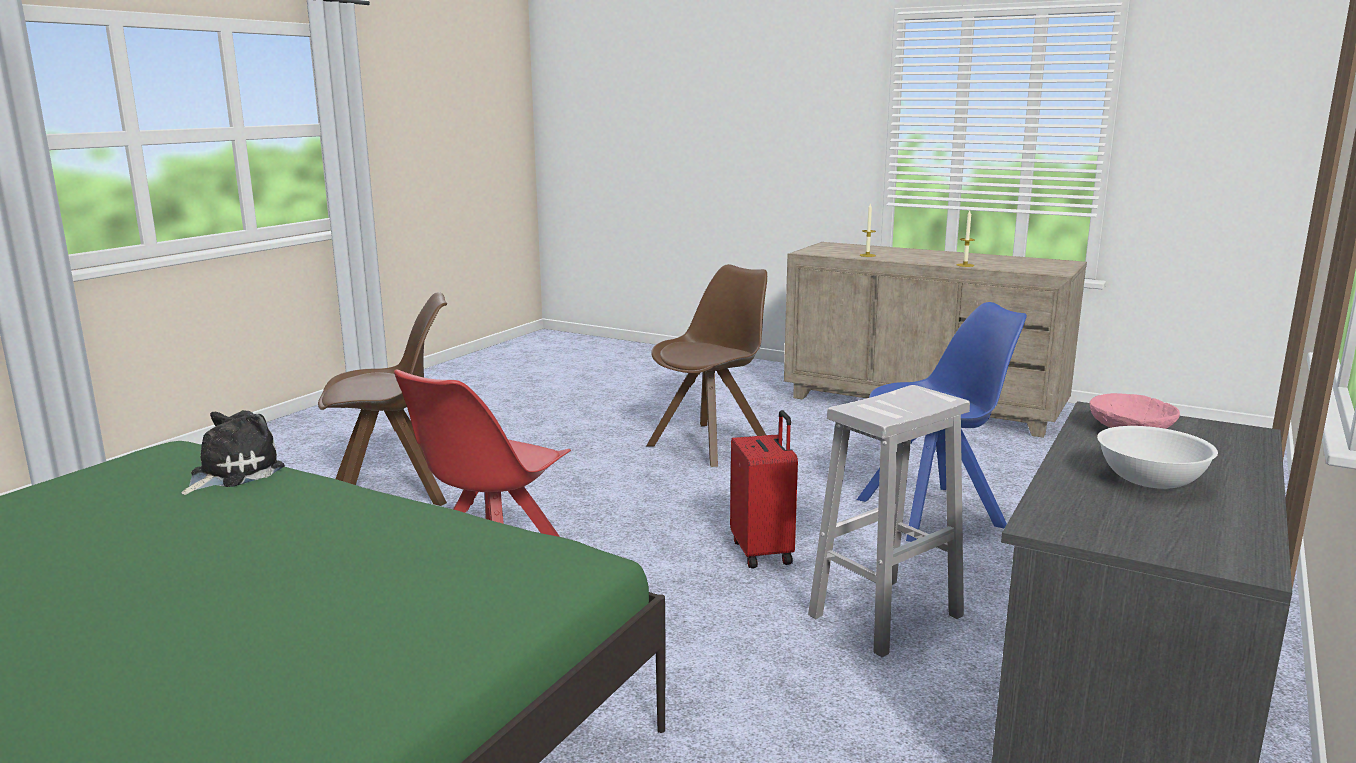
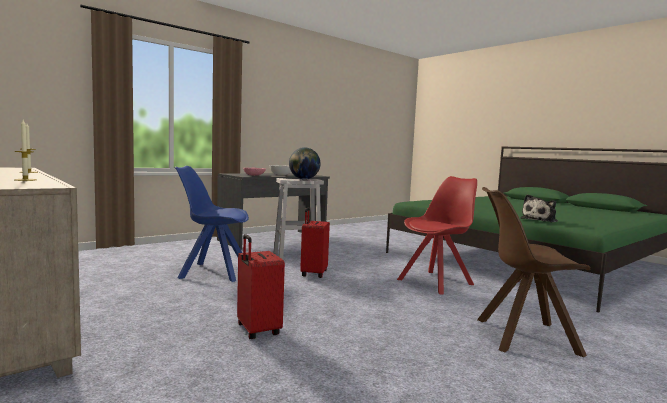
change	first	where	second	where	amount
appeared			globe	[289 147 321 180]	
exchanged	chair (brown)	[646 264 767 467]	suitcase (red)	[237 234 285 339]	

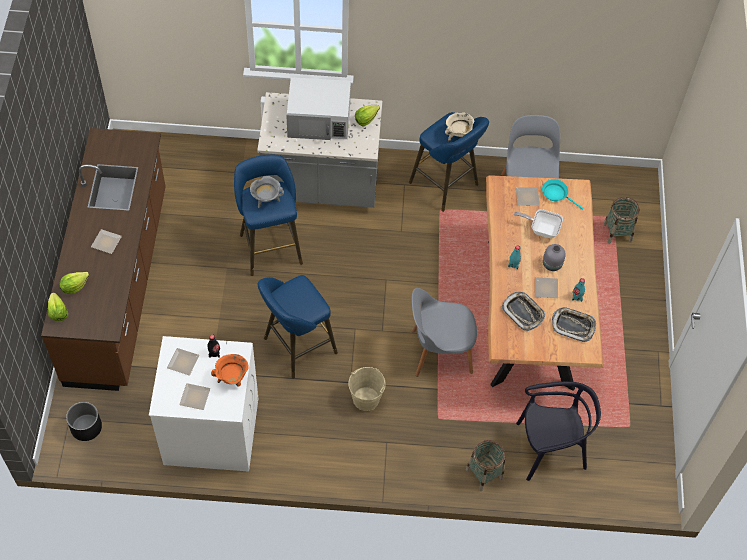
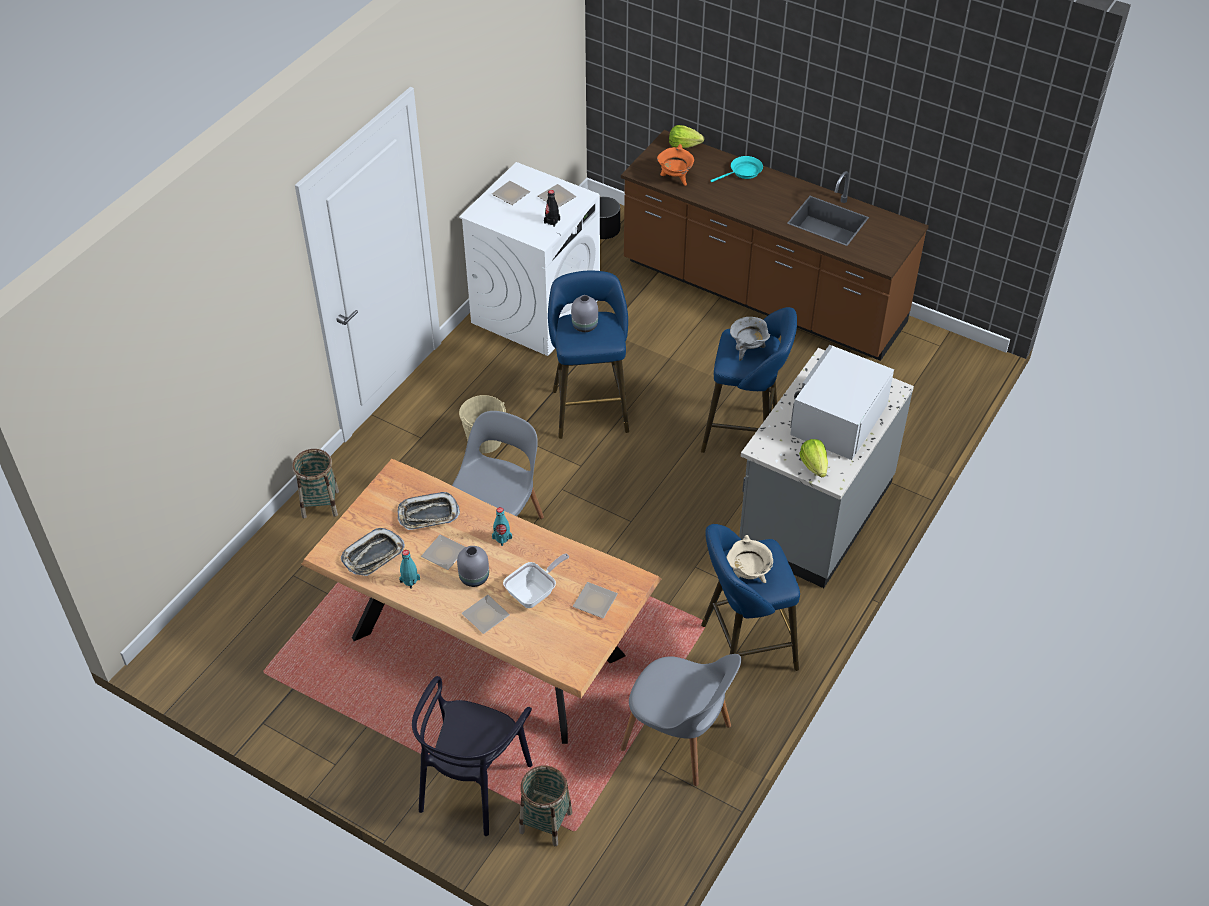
change	first	where	second	where	amount
missing	lettuce	[60 272 89 294]			
appeared			vase (grey)	[571 295 598 332]	
relocated	plate	[91 229 122 254]		[462 595 510 634]	
relocated	cooking pot (orange)	[211 354 249 387]		[657 144 694 186]	
relocated	chair (black)	[516 382 601 481]		[412 676 532 836]	
relocated	frying pan (turquoise)	[542 179 584 210]		[710 156 763 182]	

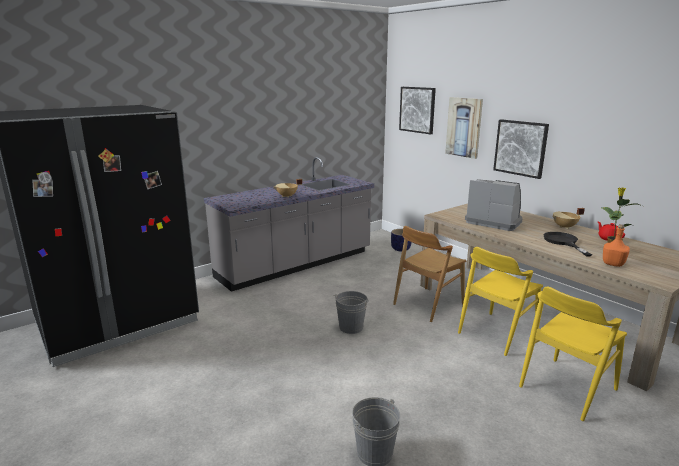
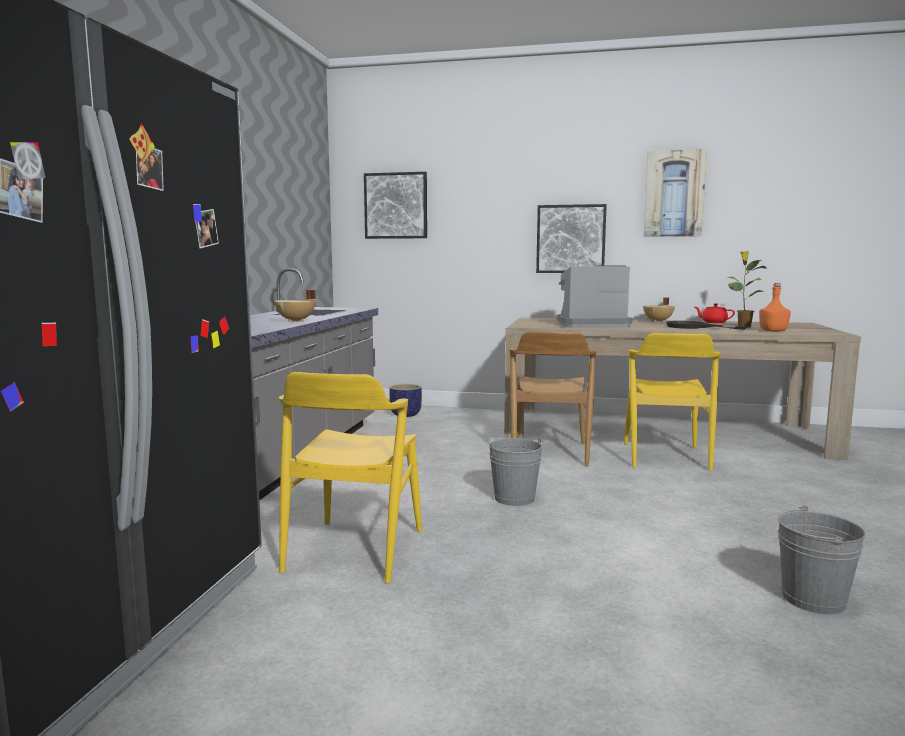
change	first	where	second	where	amount
relocated	picture	[445 97 483 159]		[644 149 707 237]	
relocated	chair (yellow)	[519 287 627 421]		[279 372 422 584]	

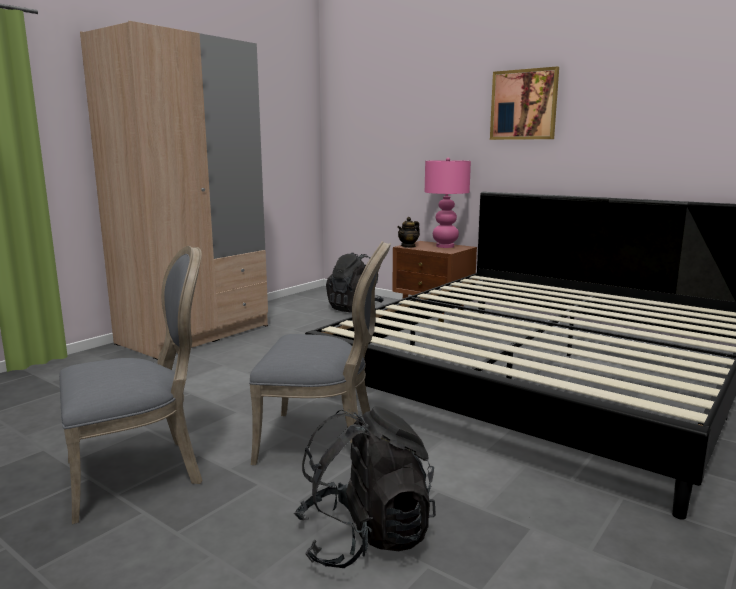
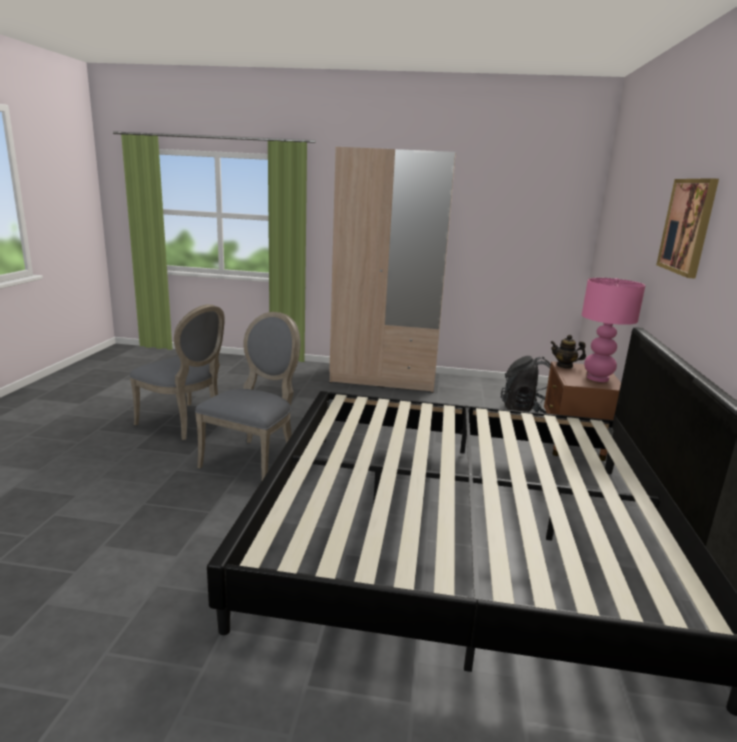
change	first	where	second	where	amount
missing	backpack (black)	[294 406 436 568]			
spun	chair (grey)	[249 241 391 465]		[195 312 301 480]	135 degrees counterclockwise

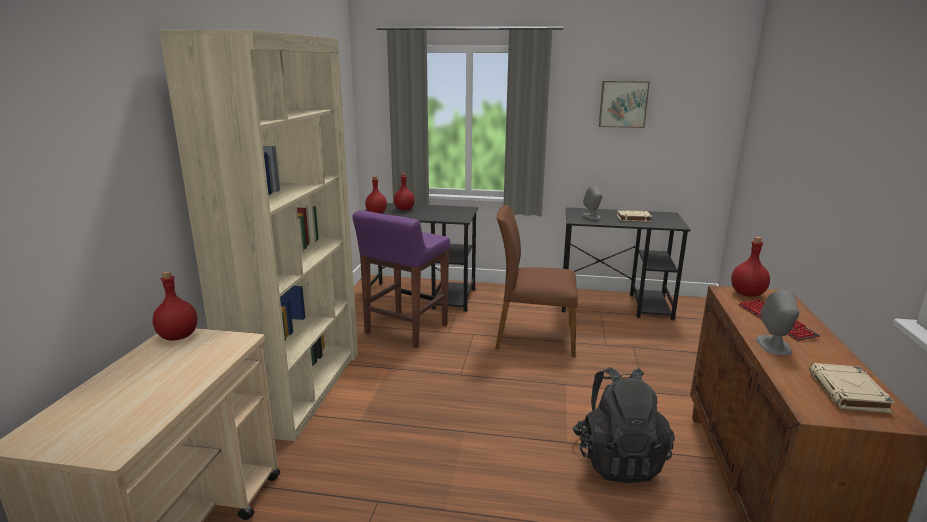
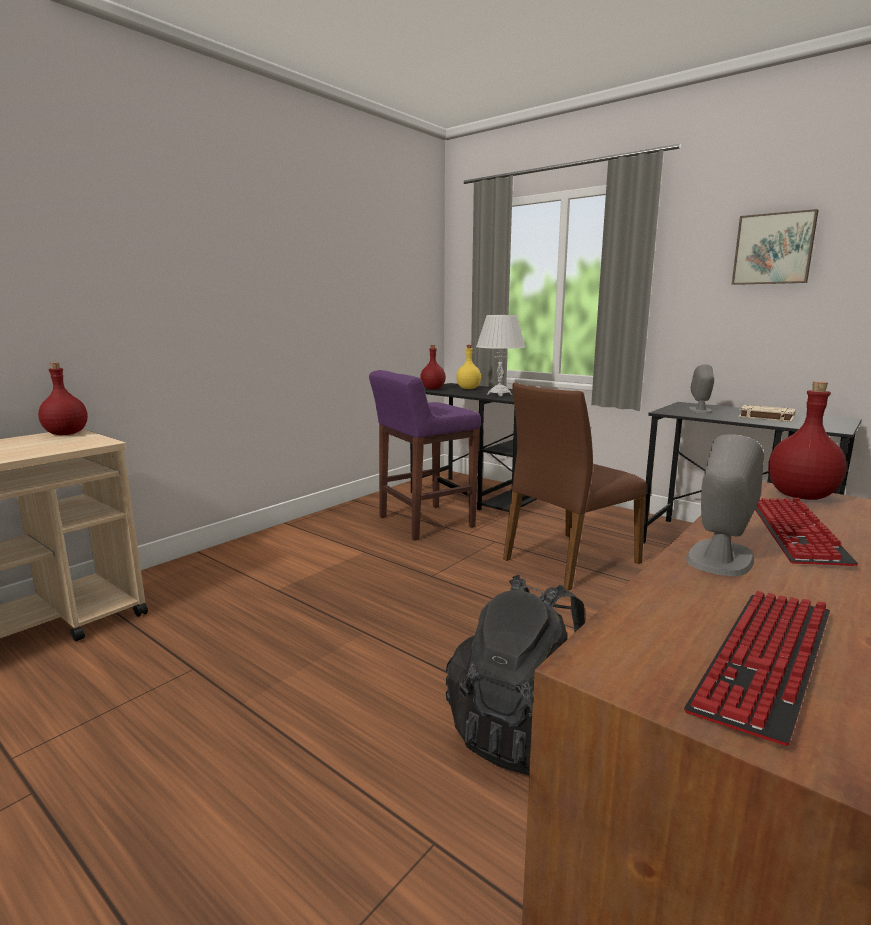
change	first	where	second	where	amount
missing	bookcase (beige)	[159 30 358 441]			
appeared			table lamp (white)	[476 315 525 396]	
exchanged	book (beige)	[809 363 895 413]	keyboard	[684 591 830 746]	
colour	bottle (red)	[394 173 415 210]	bottle (yellow)	[456 345 481 389]	
spun	chair (brown)	[495 205 578 357]		[503 382 647 591]	75 degrees counterclockwise

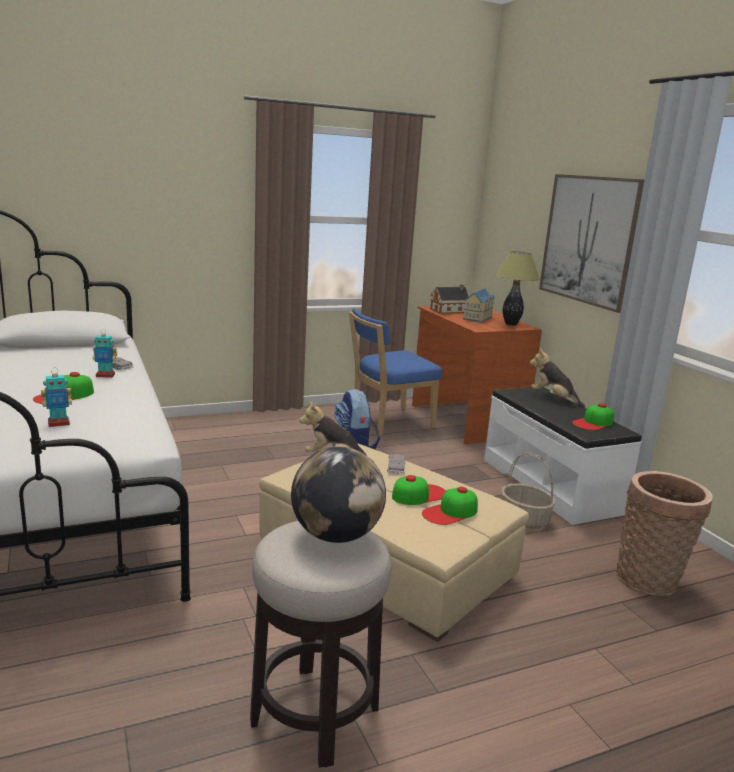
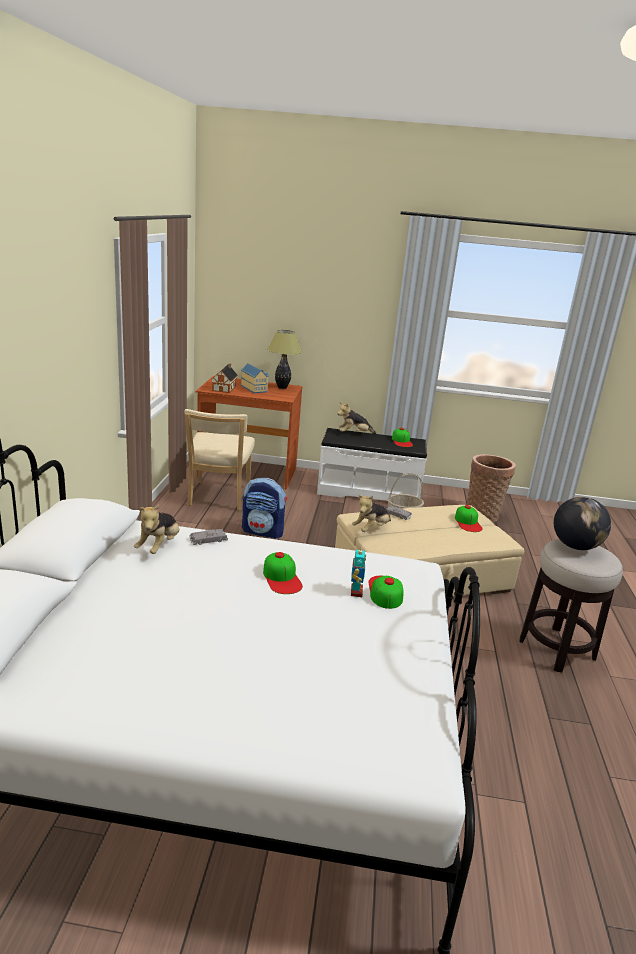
change	first	where	second	where	amount
missing	toy robot	[92 329 117 378]			
missing	picture	[539 174 644 313]			
appeared			plush toy	[134 504 179 554]	
relocated	cap	[392 475 446 505]		[369 576 404 609]	
colour	chair (blue)	[349 308 442 436]	chair (beige)	[184 409 255 510]	

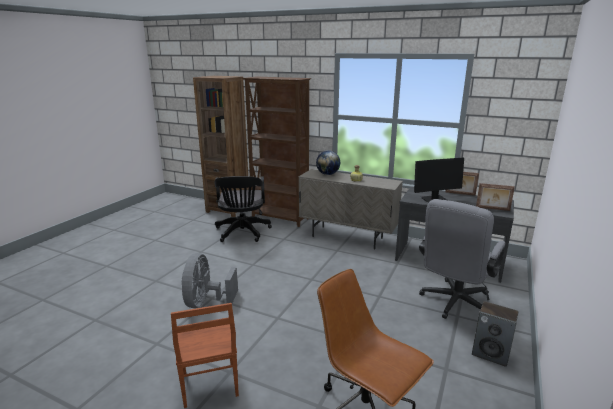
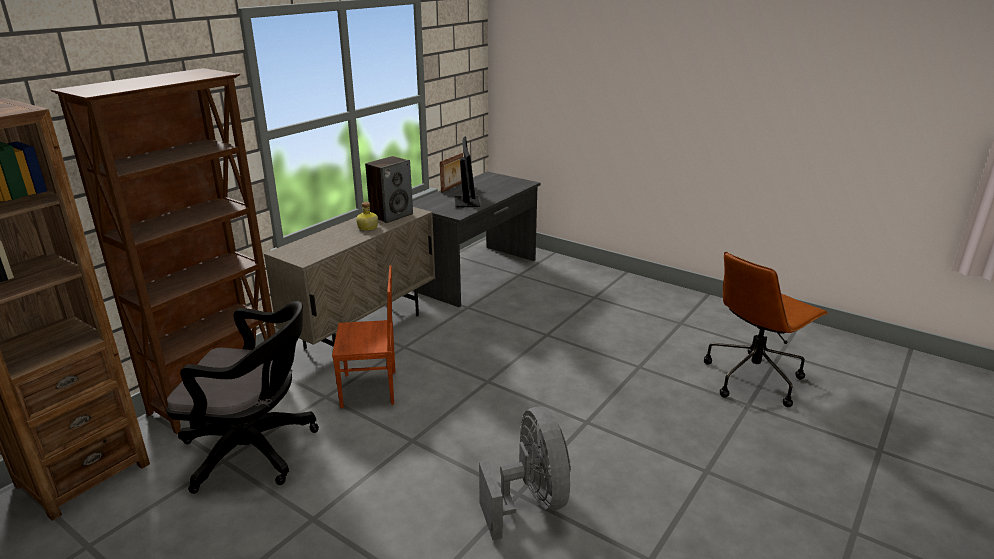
change	first	where	second	where	amount
missing	globe	[316 151 340 175]			
missing	office chair (grey)	[419 199 505 319]			
missing	picture frame	[476 183 515 211]			
relocated	chair (brown)	[171 303 239 408]		[332 265 396 408]	
relocated	speaker	[472 301 519 367]		[365 156 413 223]	
spun	fan (grey)	[182 253 238 308]		[479 407 571 540]	120 degrees counterclockwise

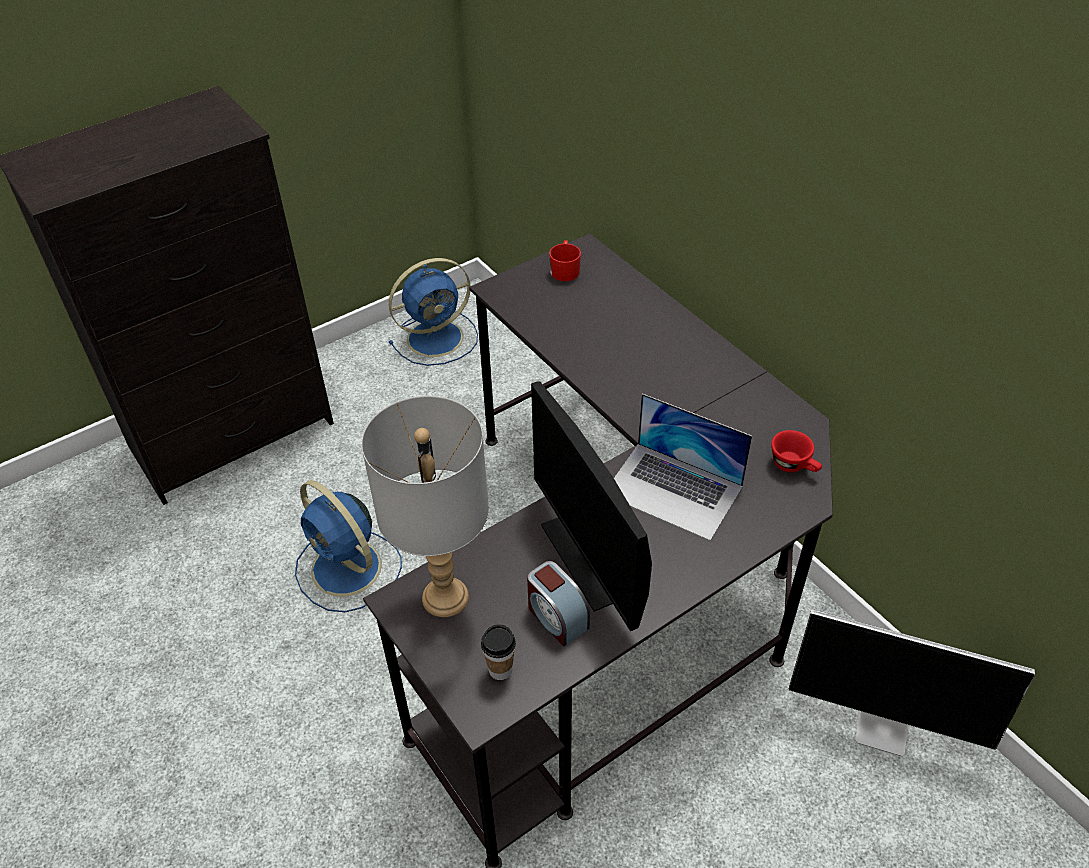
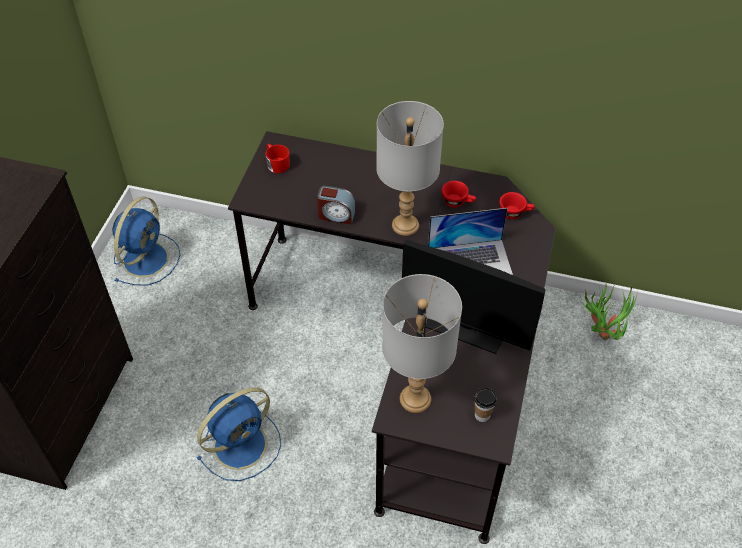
change	first	where	second	where	amount
appeared			table lamp (grey)	[376 101 444 236]	
appeared			cup (red)	[442 181 476 207]	
relocated	alarm clock	[527 561 590 647]		[317 185 355 224]	
exchanged	monitor	[789 609 1035 757]	potted plant	[580 284 638 340]	
spun	fan (blue)	[295 480 402 612]		[196 387 281 481]	45 degrees counterclockwise

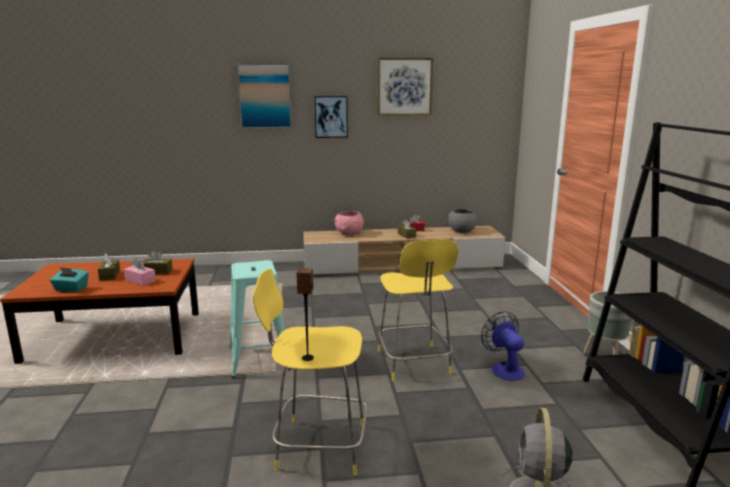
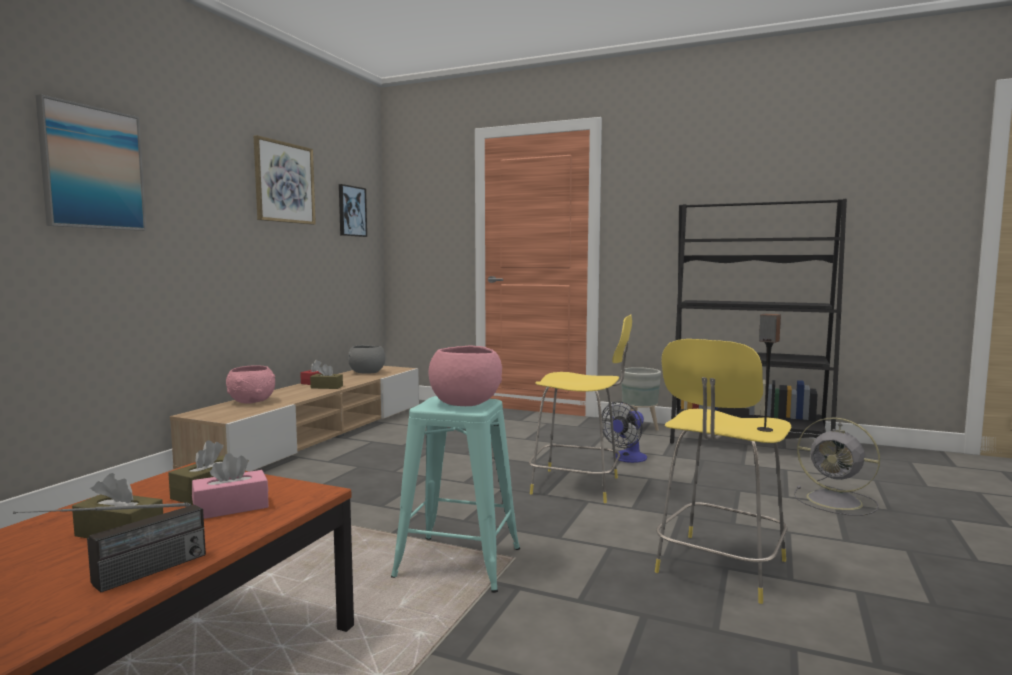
change	first	where	second	where	amount
appeared			bowl (pink)	[428 346 502 406]	
relocated	picture	[314 96 348 138]		[339 184 367 237]	
exchanged	tissue box (turquoise)	[50 267 89 292]	radio	[13 502 206 592]	
spun	fan	[481 311 525 381]		[602 402 647 463]	60 degrees counterclockwise

